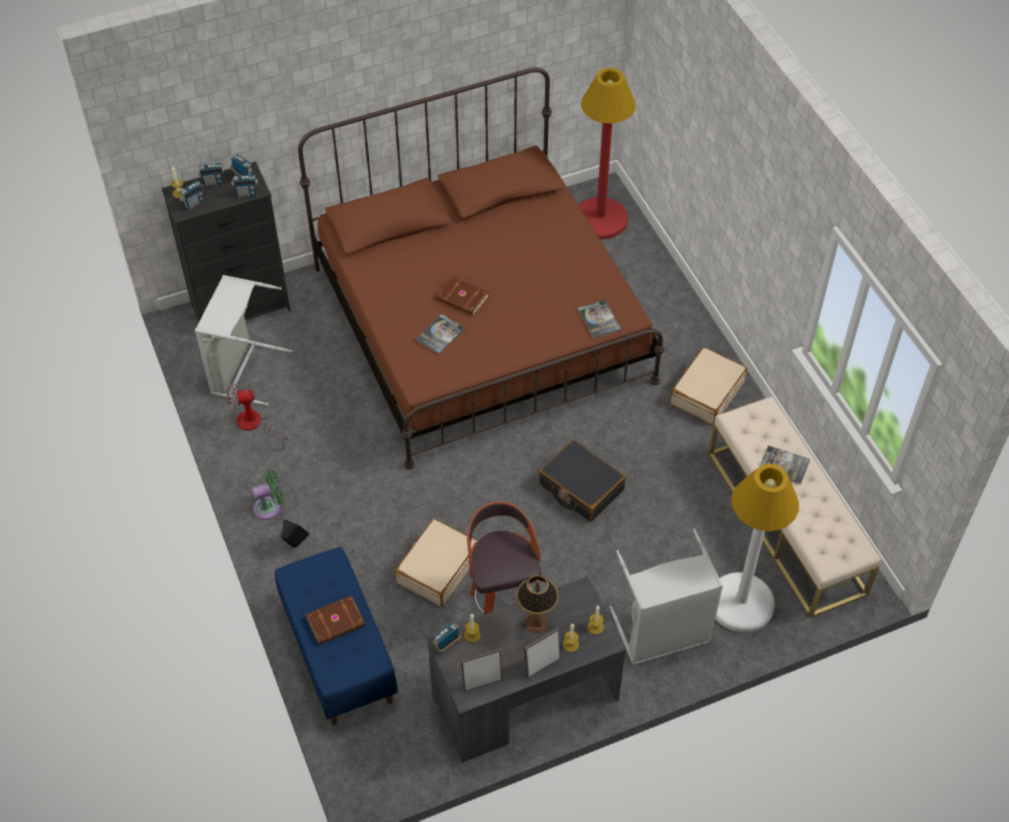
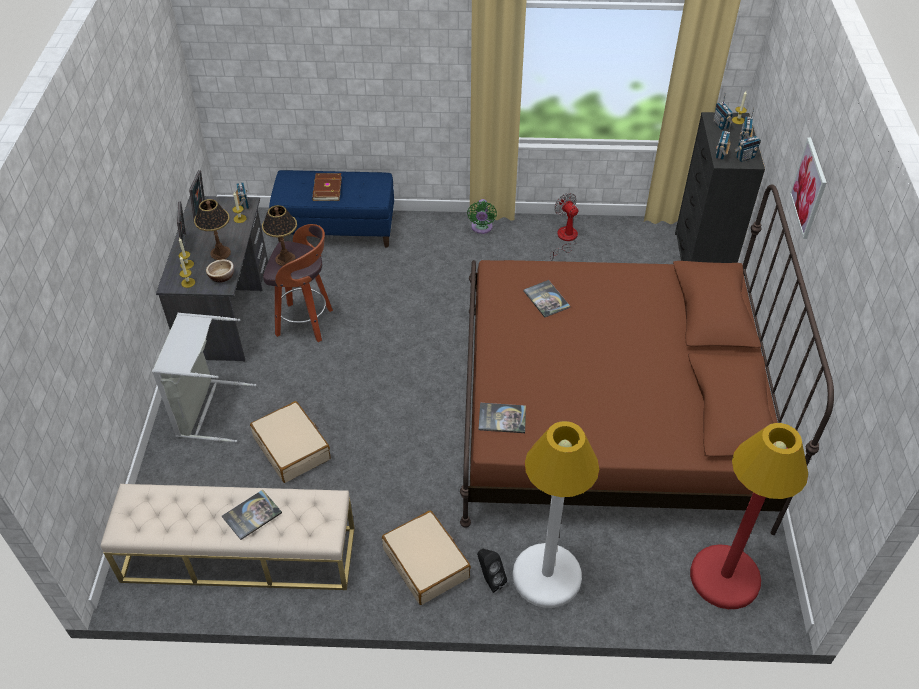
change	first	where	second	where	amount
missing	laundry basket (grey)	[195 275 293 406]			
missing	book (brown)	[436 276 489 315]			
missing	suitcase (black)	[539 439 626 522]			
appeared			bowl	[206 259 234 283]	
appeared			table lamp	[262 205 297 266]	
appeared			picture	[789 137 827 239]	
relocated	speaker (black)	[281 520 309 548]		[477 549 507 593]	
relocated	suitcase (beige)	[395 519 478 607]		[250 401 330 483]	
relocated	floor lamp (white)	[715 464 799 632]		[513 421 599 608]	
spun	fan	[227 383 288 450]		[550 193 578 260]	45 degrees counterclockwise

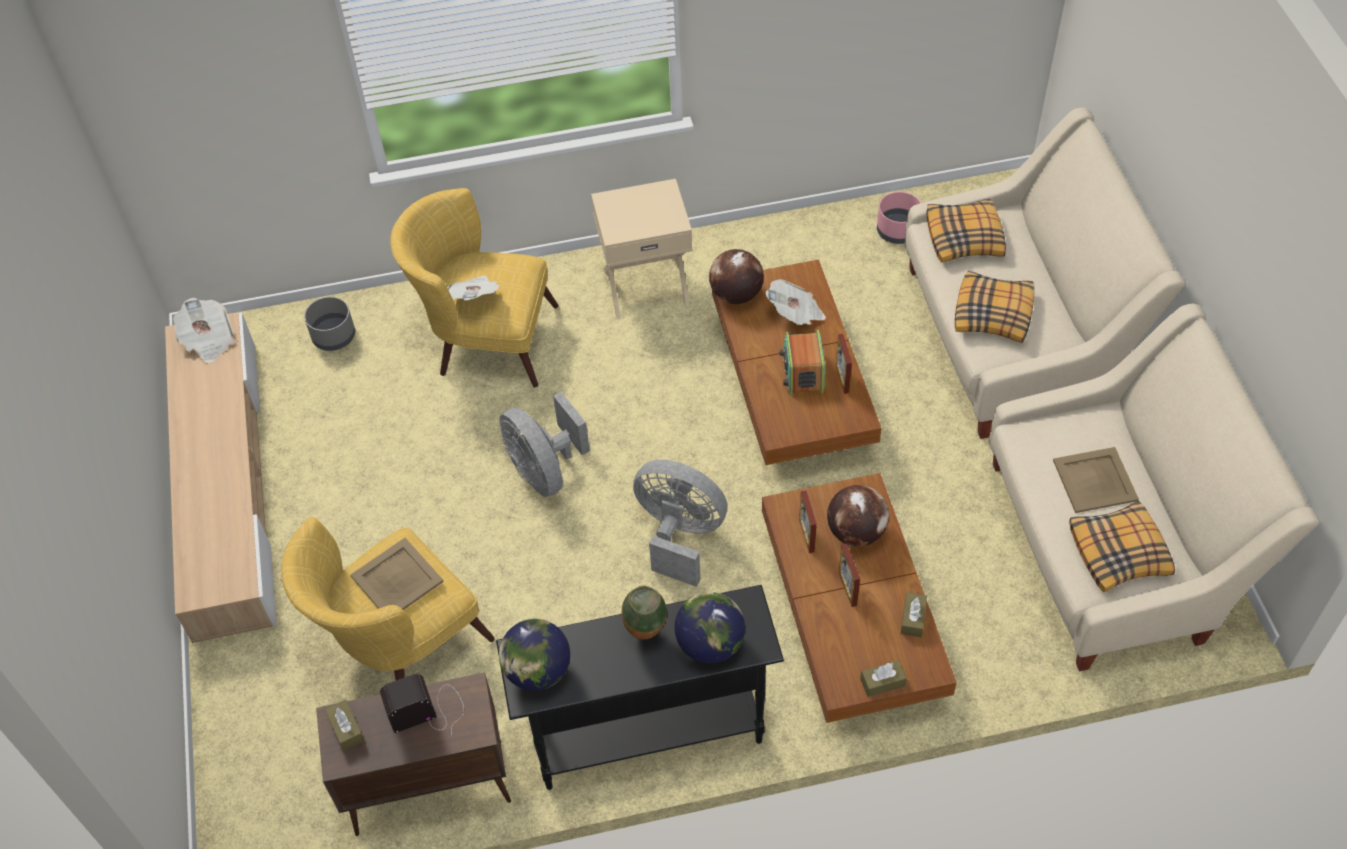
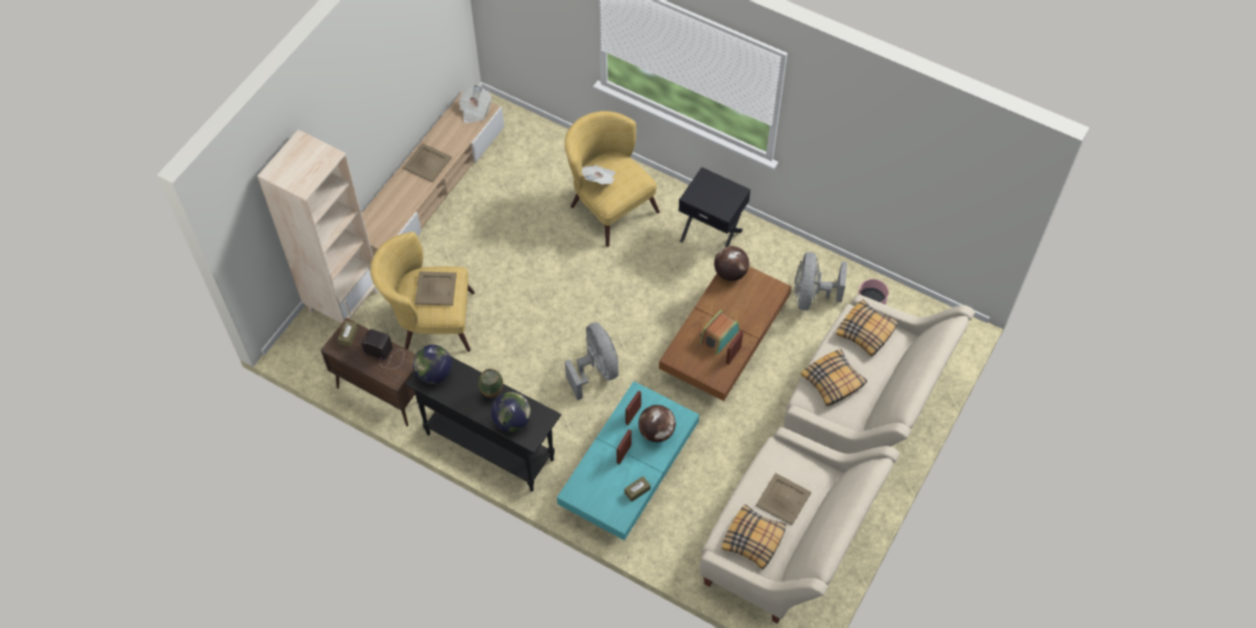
change	first	where	second	where	amount
missing	planter (grey)	[304 297 355 351]			
missing	newspaper	[765 279 826 325]			
missing	tissue box (brown)	[860 660 907 697]			
appeared			bookcase (beige)	[257 130 379 324]	
appeared			tray (beige)	[403 143 452 182]	
relocated	fan (grey)	[499 392 590 497]		[794 252 847 310]	
colour	nightstand (beige)	[591 179 693 319]	nightstand (black)	[679 167 751 247]	
colour	coffee table (brown)	[762 473 957 723]	coffee table (turquoise)	[557 381 699 541]	

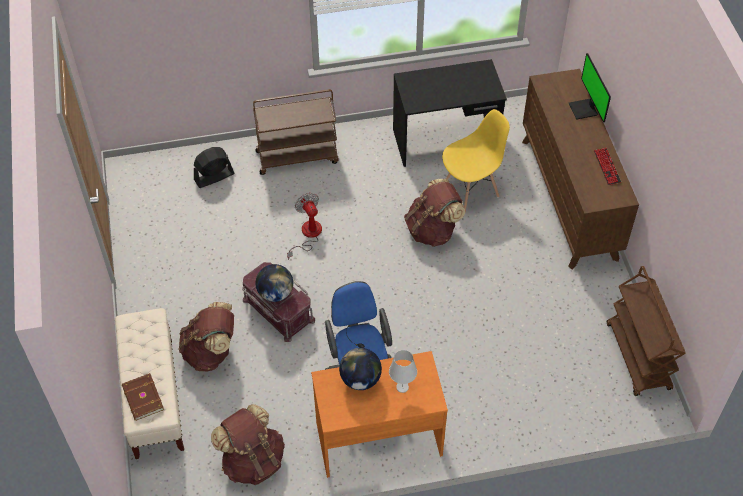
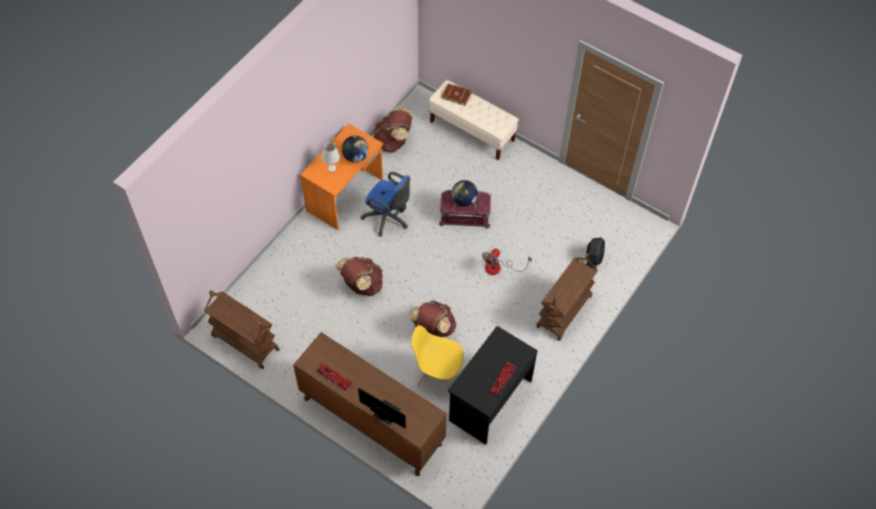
change	first	where	second	where	amount
appeared			keyboard	[489 362 517 396]	
relocated	backpack (brown)	[179 302 234 371]		[335 257 383 296]	
spun	fan	[287 193 322 260]		[482 249 532 275]	105 degrees clockwise
spun	chair (yellow)	[442 109 510 213]		[411 325 463 396]	90 degrees clockwise

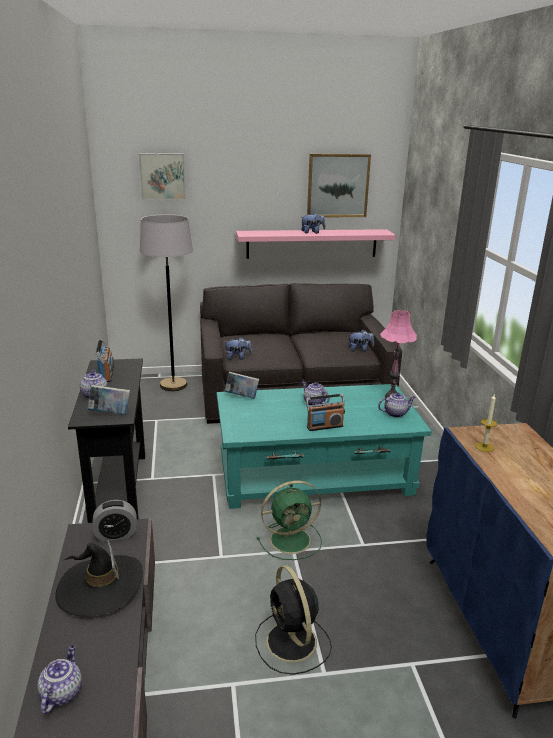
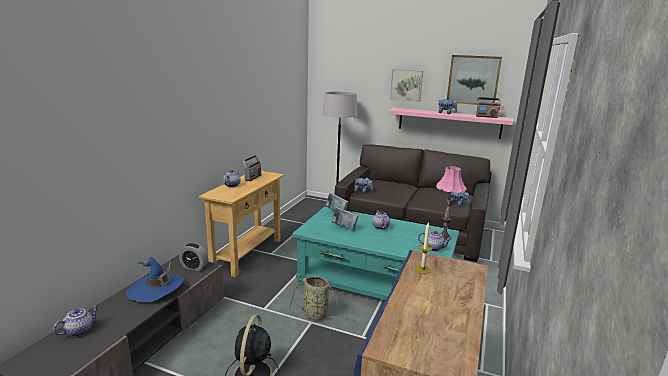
change	first	where	second	where	amount
relocated	book	[88 385 130 415]		[331 207 359 231]	
relocated	picture	[139 153 186 200]		[390 69 423 102]	
relocated	radio	[306 394 345 431]		[476 97 501 118]	
exchanged	fan (green)	[257 481 322 560]	basket	[288 276 352 320]	
colour	hat (black)	[55 540 143 617]	hat (blue)	[126 257 184 302]	
colour	console table (black)	[68 358 145 523]	console table (beige)	[198 171 284 277]	

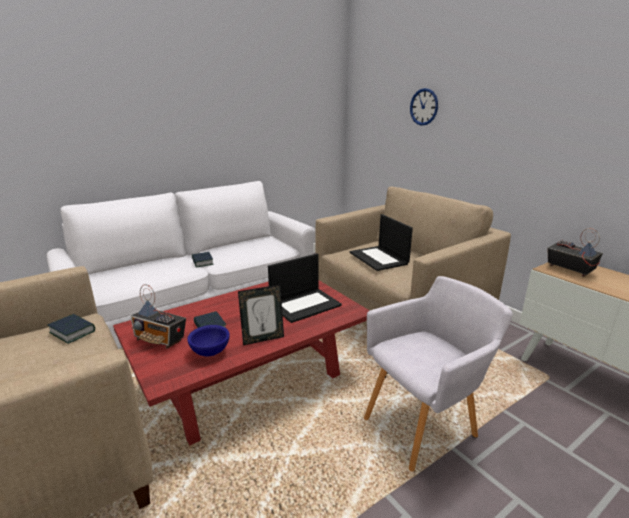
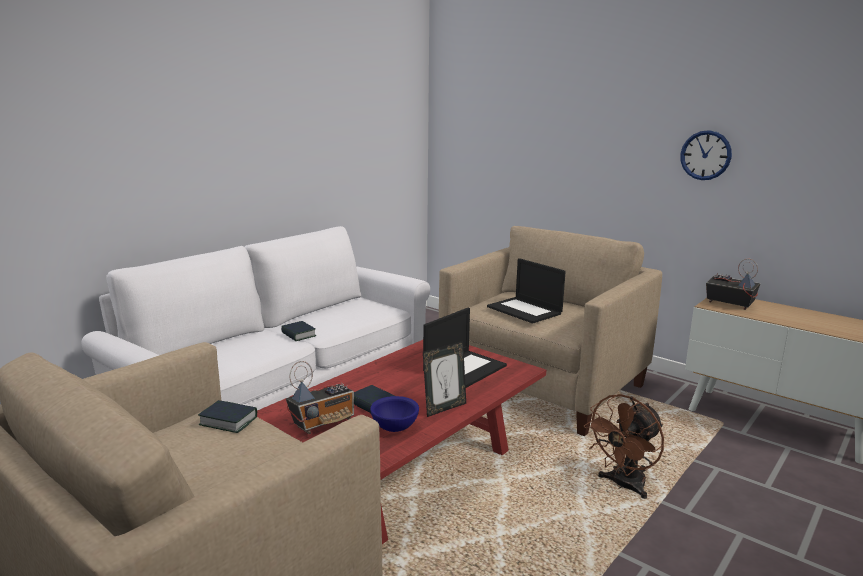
change	first	where	second	where	amount
relocated	wall clock	[410 88 438 126]		[680 130 732 180]	
exchanged	armchair (grey)	[364 276 513 471]	fan (brown)	[584 394 664 499]	
spun	radio	[130 284 186 349]		[286 361 354 434]	45 degrees counterclockwise

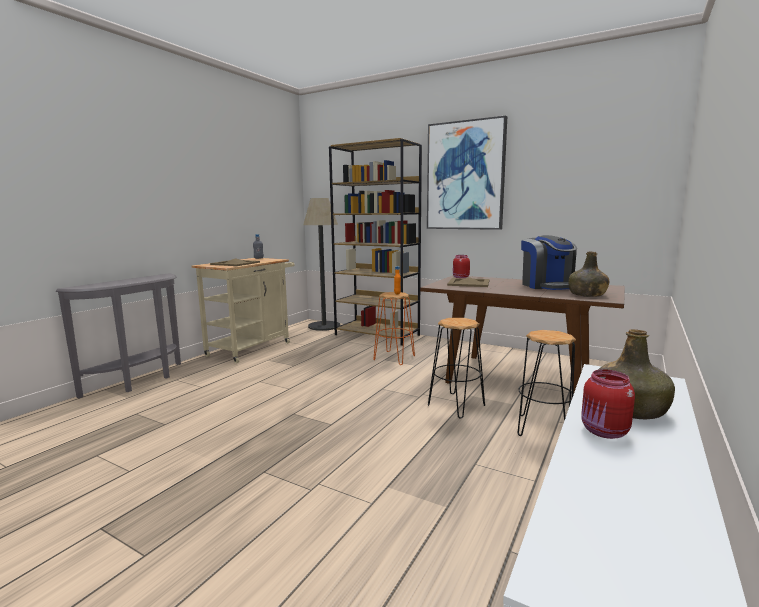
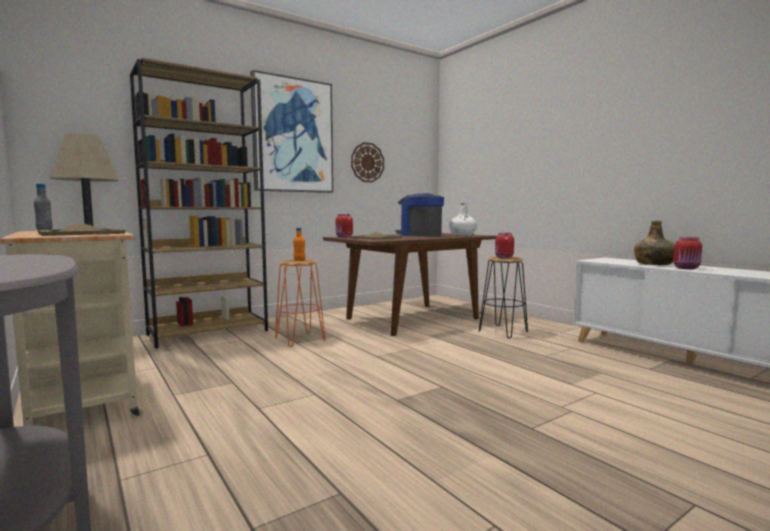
change	first	where	second	where	amount
missing	stool (black)	[428 318 485 419]			
appeared			wall clock	[351 142 384 182]	
appeared			jar (red)	[495 233 514 258]	
colour	bottle (green)	[568 252 609 297]	bottle (white)	[449 203 477 236]	
spun	coffee machine	[521 235 577 290]		[395 193 444 236]	150 degrees counterclockwise

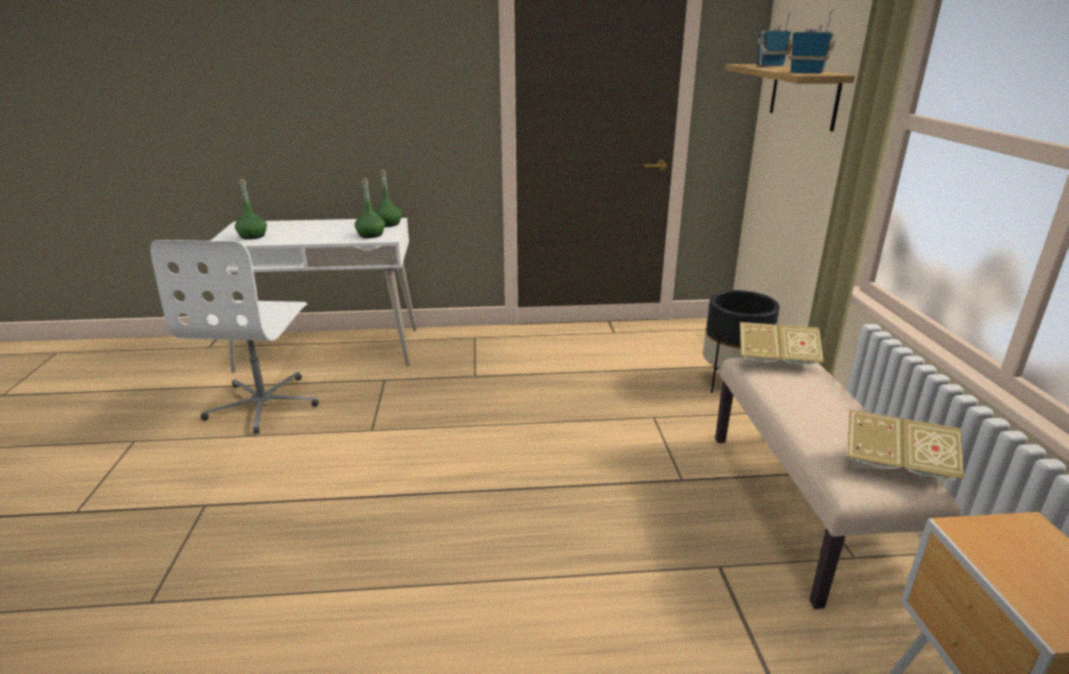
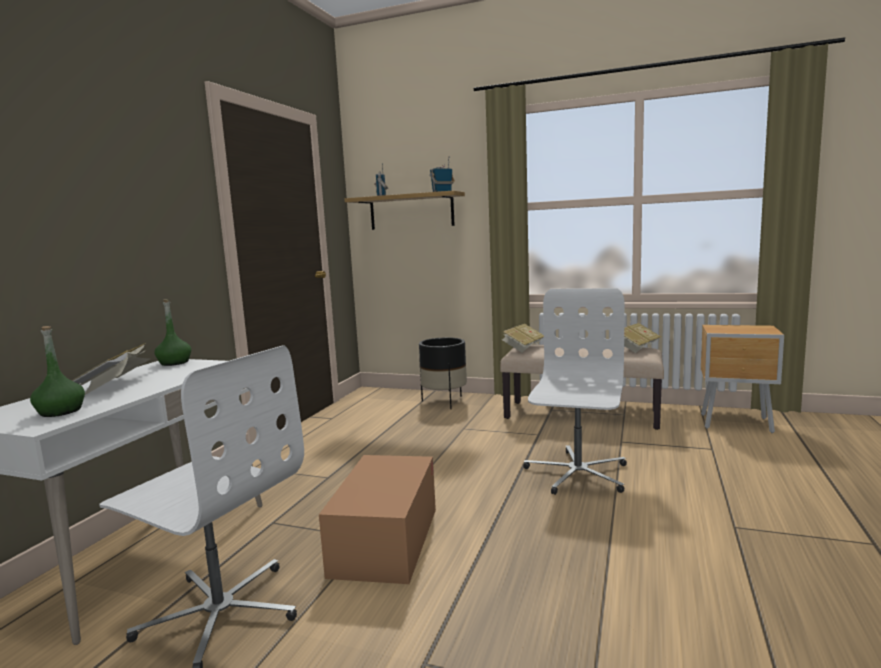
change	first	where	second	where	amount
missing	bottle (green)	[355 178 385 238]			
appeared			book	[72 343 150 395]	
appeared			cardboard box	[319 455 436 584]	
appeared			office chair (white)	[523 288 627 495]	

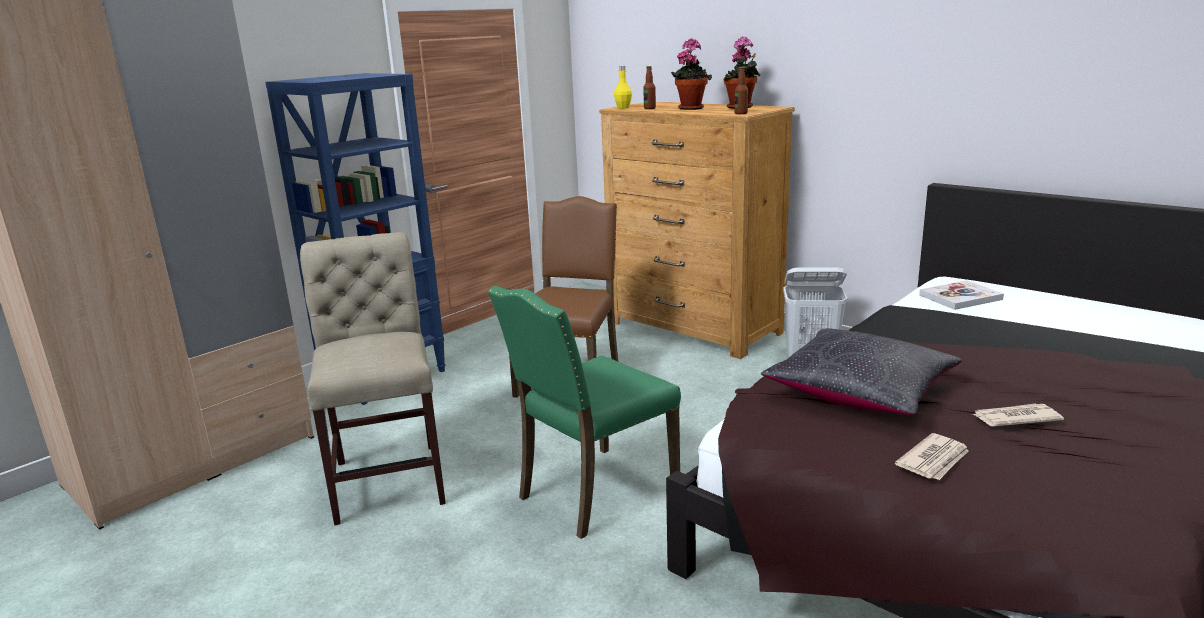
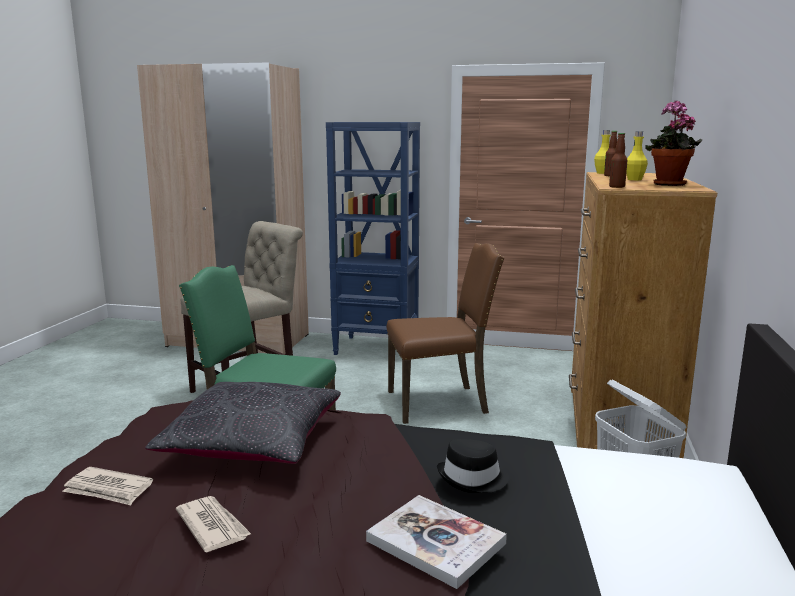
change	first	where	second	where	amount
appeared			hat (black)	[437 439 509 493]	
relocated	book	[919 281 1004 310]		[366 495 507 589]	
exchanged	potted plant	[671 39 712 110]	bottle (yellow)	[626 131 648 180]	

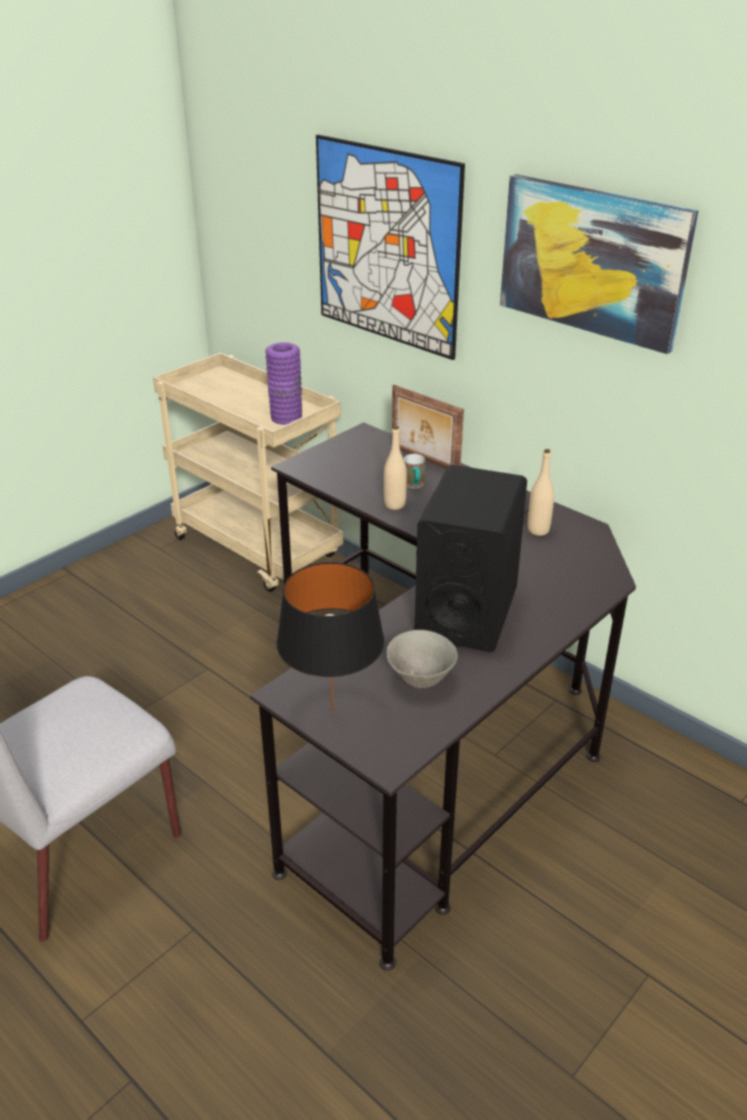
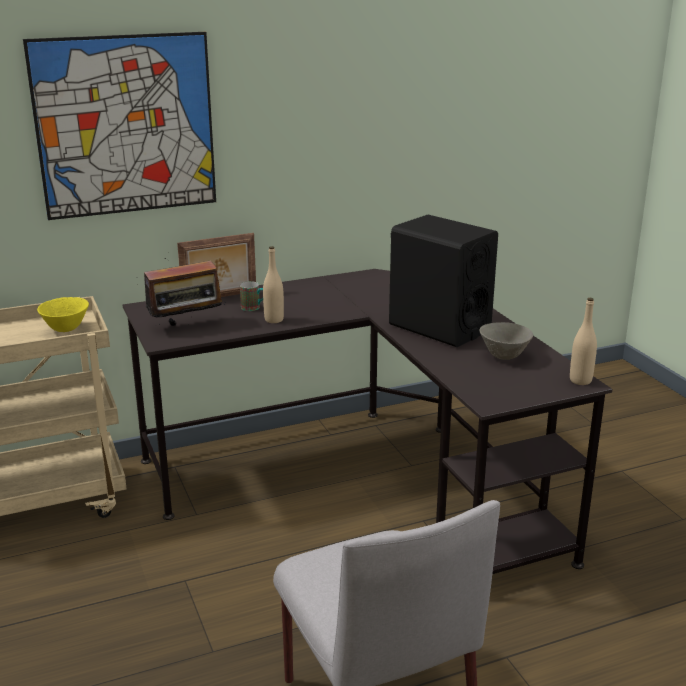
change	first	where	second	where	amount
missing	table lamp (black)	[276 562 385 714]			
missing	picture	[500 174 698 354]			
appeared			radio	[137 258 226 326]	
relocated	bottle (beige)	[527 449 554 536]		[570 298 597 385]	
exchanged	vase (purple)	[265 342 302 425]	bowl (yellow)	[37 297 89 332]	

